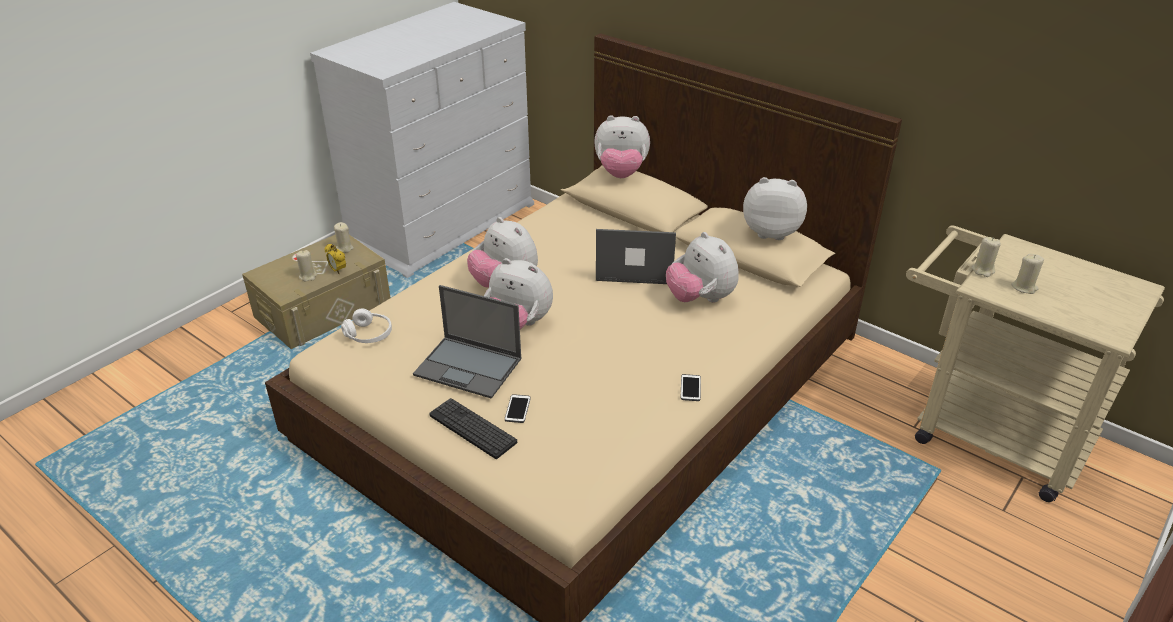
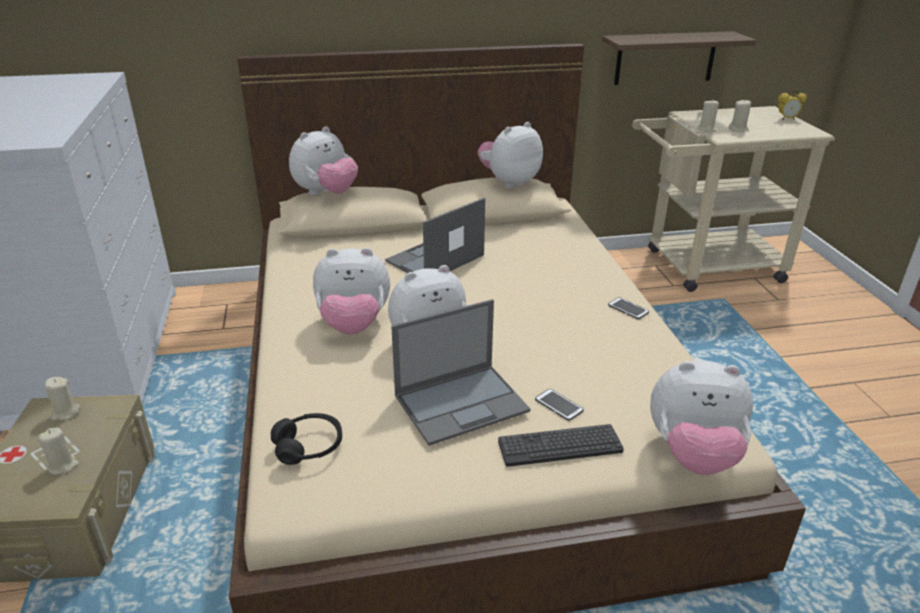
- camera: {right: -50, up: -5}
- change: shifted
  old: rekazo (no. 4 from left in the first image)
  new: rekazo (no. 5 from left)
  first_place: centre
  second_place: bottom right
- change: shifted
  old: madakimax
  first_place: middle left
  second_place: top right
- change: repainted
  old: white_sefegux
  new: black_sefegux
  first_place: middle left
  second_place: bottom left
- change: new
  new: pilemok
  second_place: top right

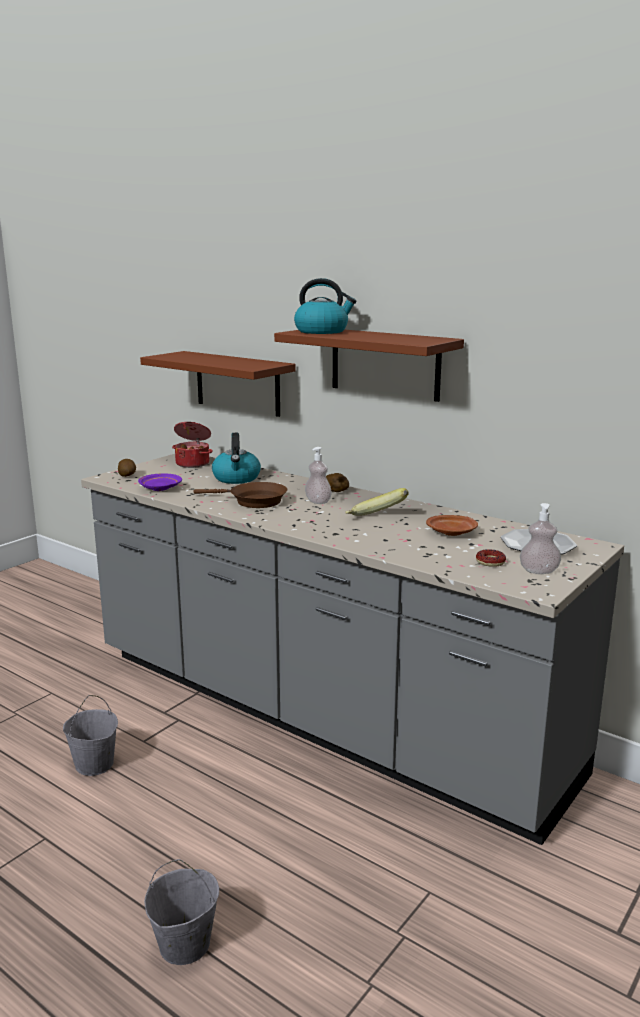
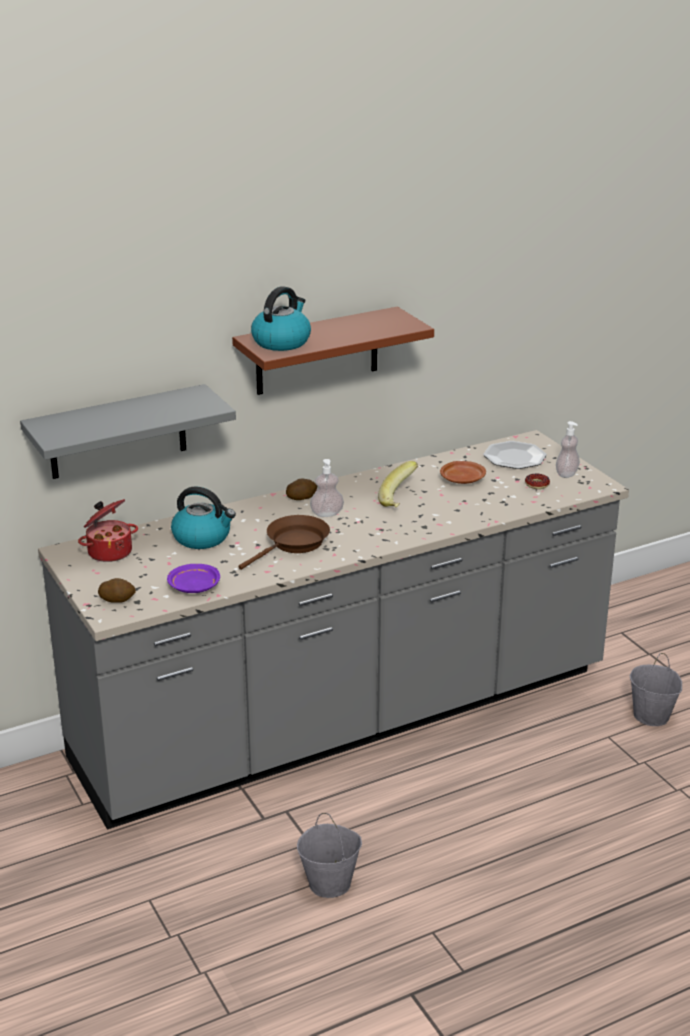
- camera: {right: -65, up: 10}
- change: repainted
  old: brown_pilemok (no. 1 from left)
  new: grey_pilemok
  first_place: centre
  second_place: middle left
- change: shifted
  old: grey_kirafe (no. 2 from left)
  first_place: bottom left
  second_place: middle right

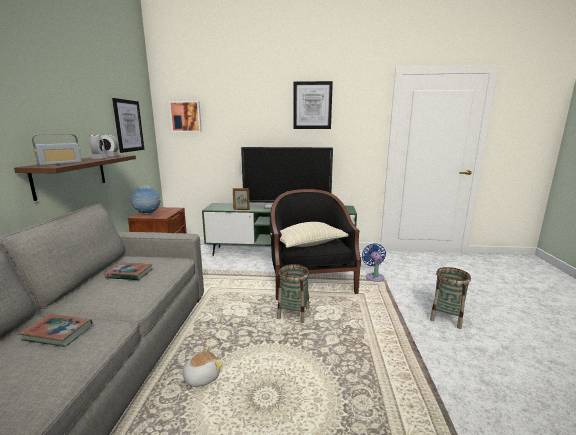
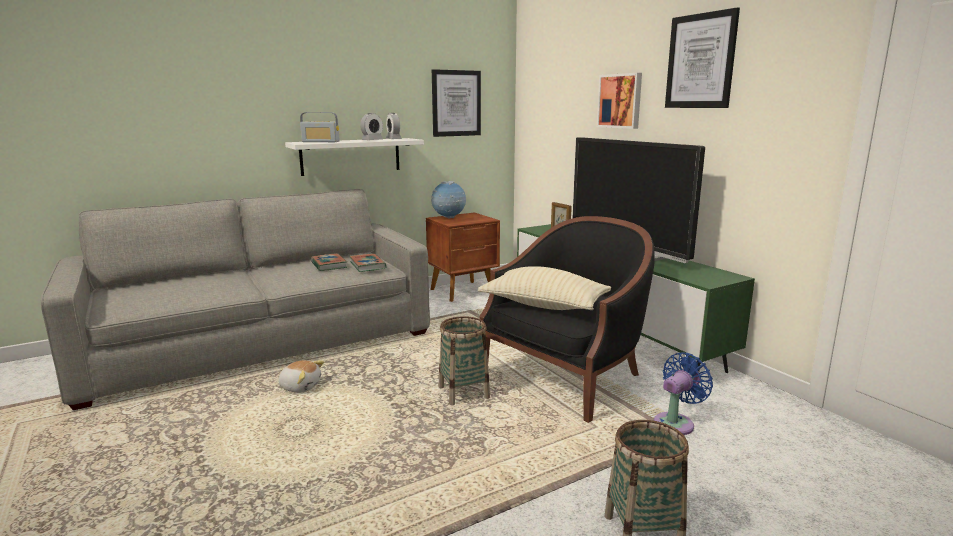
- camera: {right: 55, up: 0}
- change: shifted
  old: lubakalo (no. 2 from left)
  first_place: top left
  second_place: top centre
- change: repainted
  old: brown_pilemok
  new: white_pilemok
  first_place: middle left
  second_place: top centre
- change: shifted
  old: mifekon (no. 1 from left in the first image)
  new: mifekon (no. 2 from left)
  first_place: bottom left
  second_place: centre

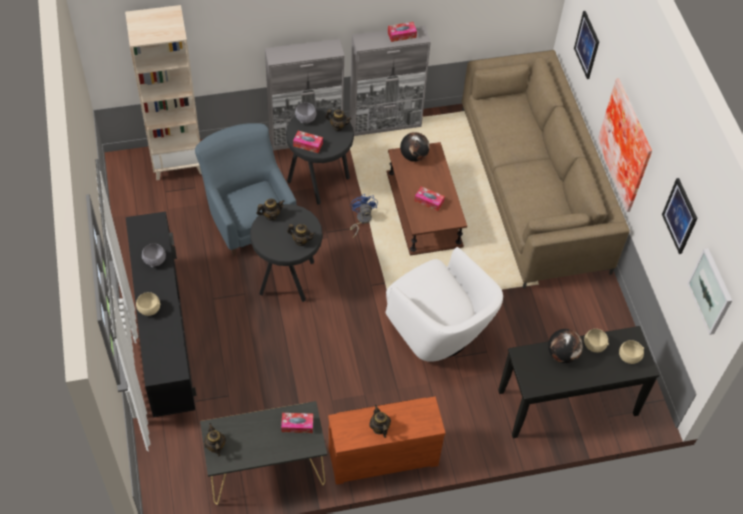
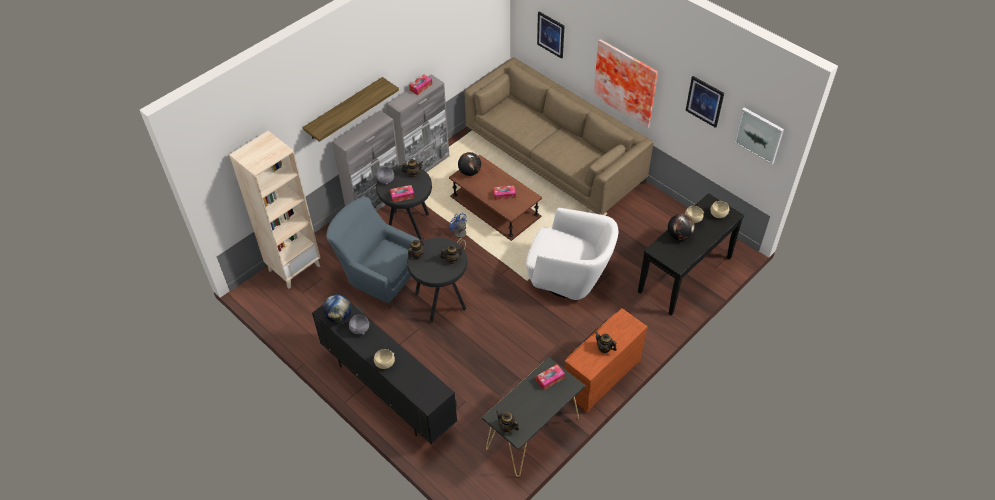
- camera: {right: -30, up: -5}
- change: new
  new: pilemok
  second_place: top centre
- change: new
  new: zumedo (no. 1 from left)
  second_place: centre

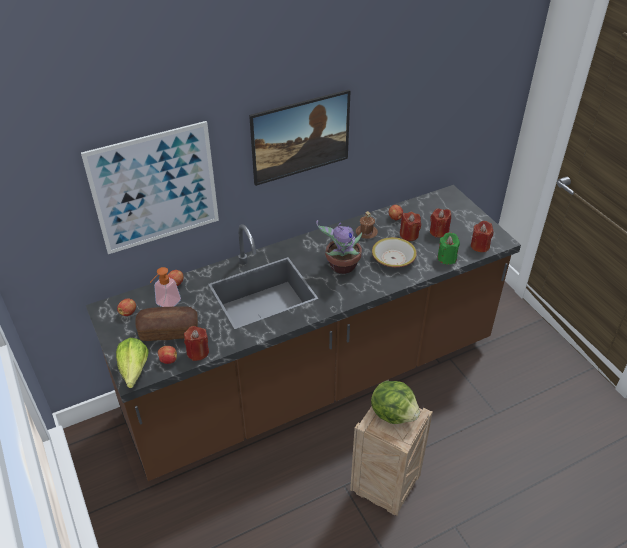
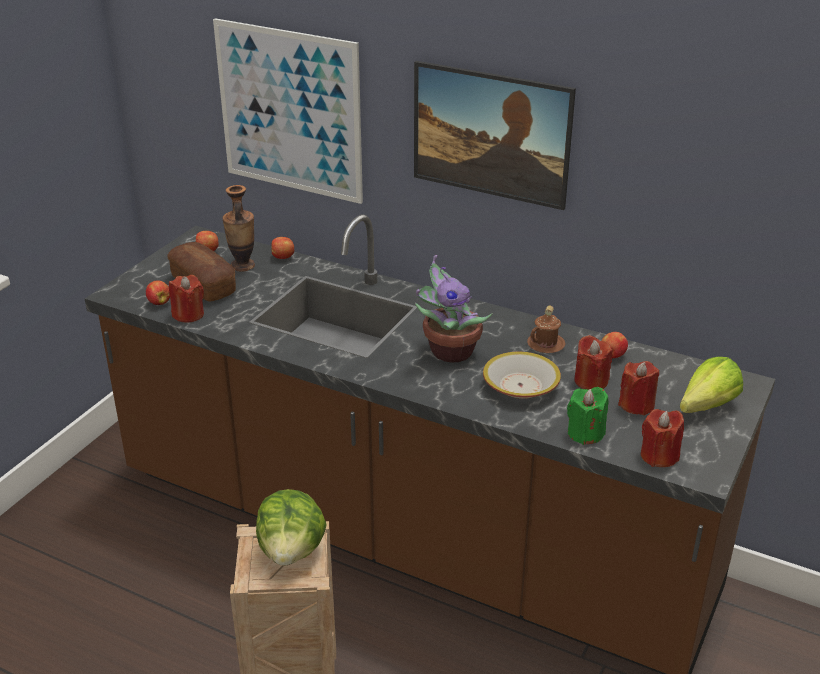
- camera: {right: 55, up: -10}
- change: swapped
  old: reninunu
  new: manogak
  first_place: middle left
  second_place: middle left
- change: shifted
  old: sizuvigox (no. 1 from left in the first image)
  new: sizuvigox (no. 2 from left)
  first_place: middle left
  second_place: middle right

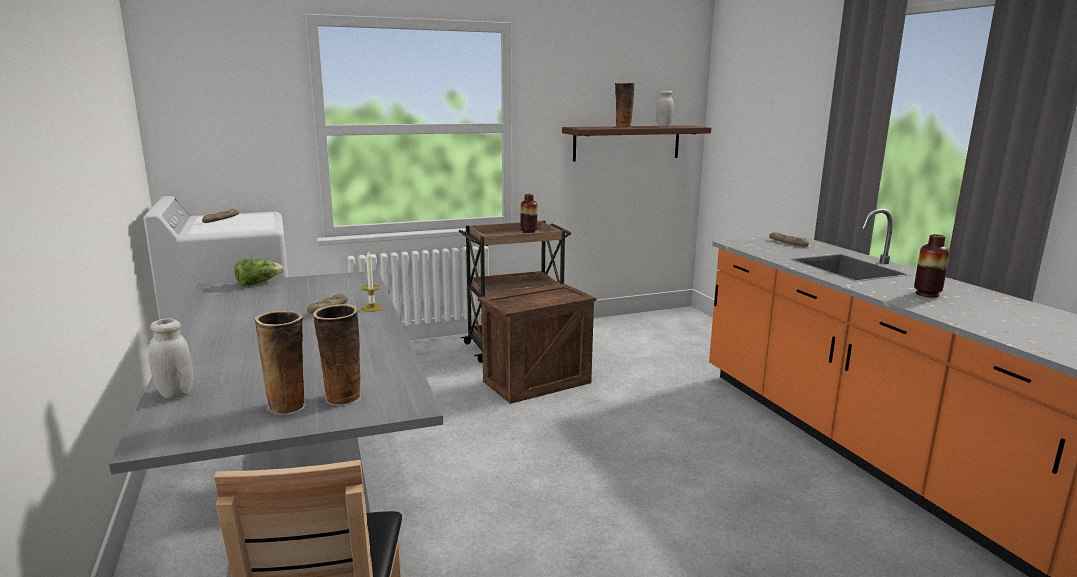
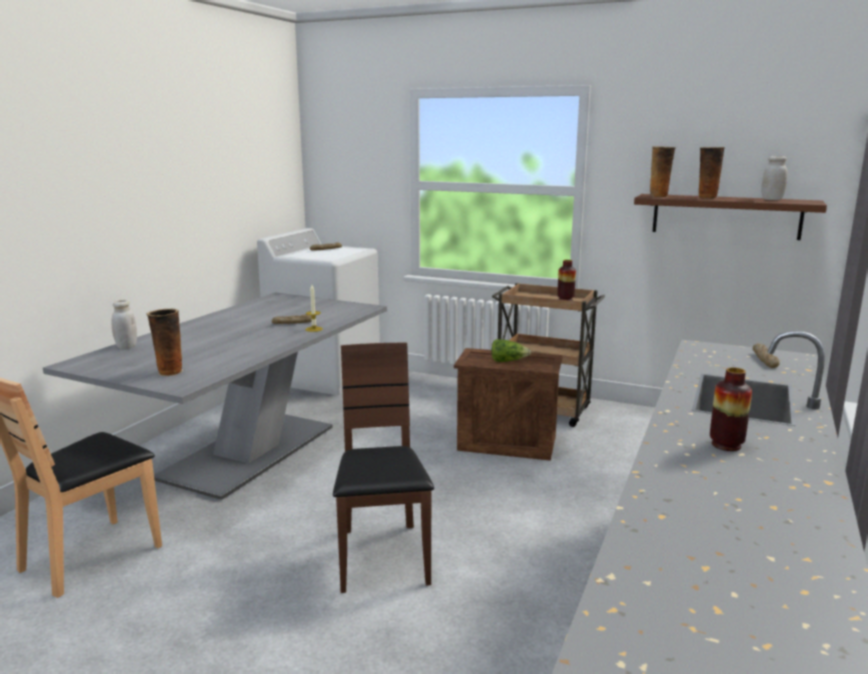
- camera: {right: 45, up: 0}
- change: shifted
  old: sizuvigox
  first_place: middle left
  second_place: centre
- change: shifted
  old: manogak (no. 1 from left in the first image)
  new: manogak (no. 3 from left)
  first_place: middle left
  second_place: top right
- change: new
  new: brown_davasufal (no. 2 from left)
  second_place: bottom centre

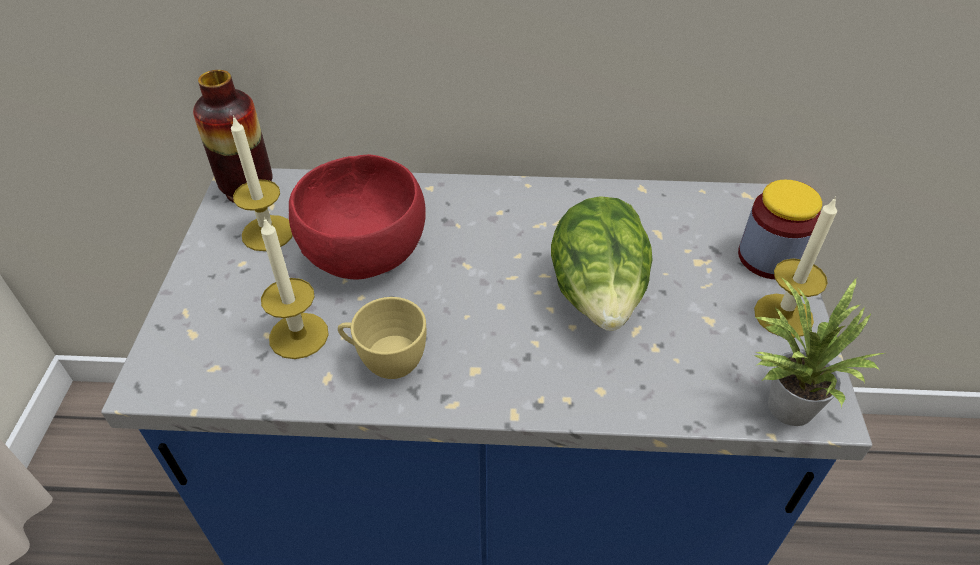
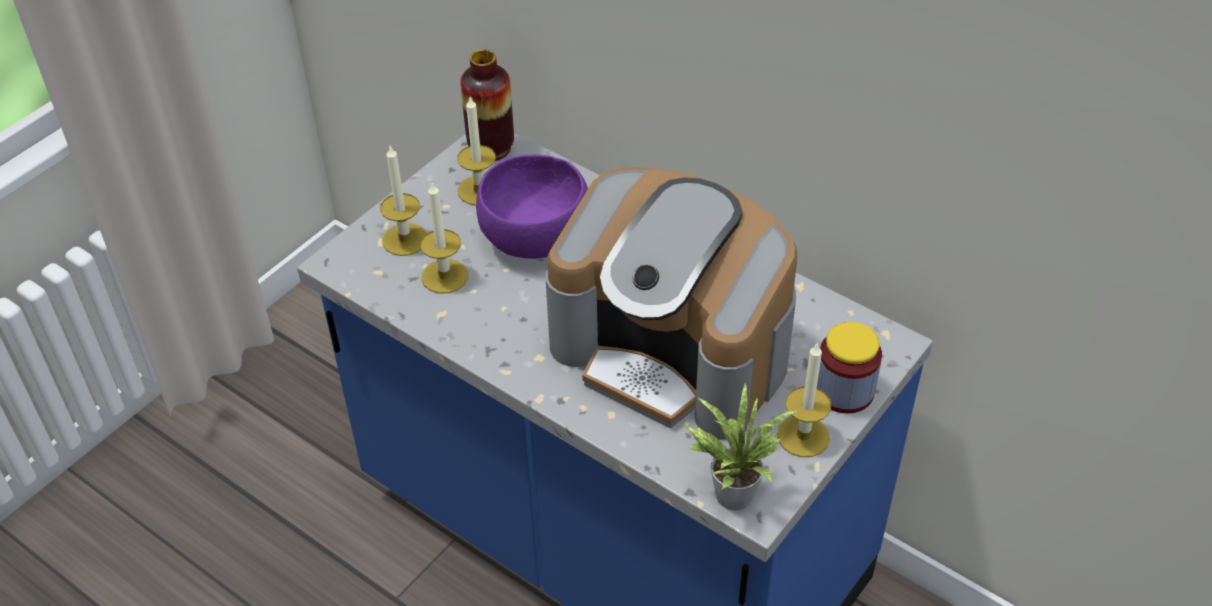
- camera: {right: 35, up: 0}
- change: repainted
  old: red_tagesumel
  new: purple_tagesumel
  first_place: centre
  second_place: centre
- change: swapped
  old: sizuvigox
  new: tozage
  first_place: centre
  second_place: centre
- change: gone
  old: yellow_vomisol
  first_place: centre
- change: new
  new: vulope (no. 1 from left)
  second_place: top left

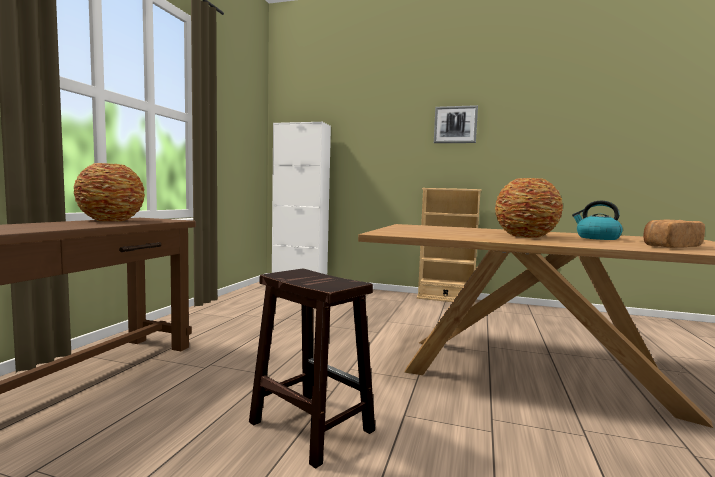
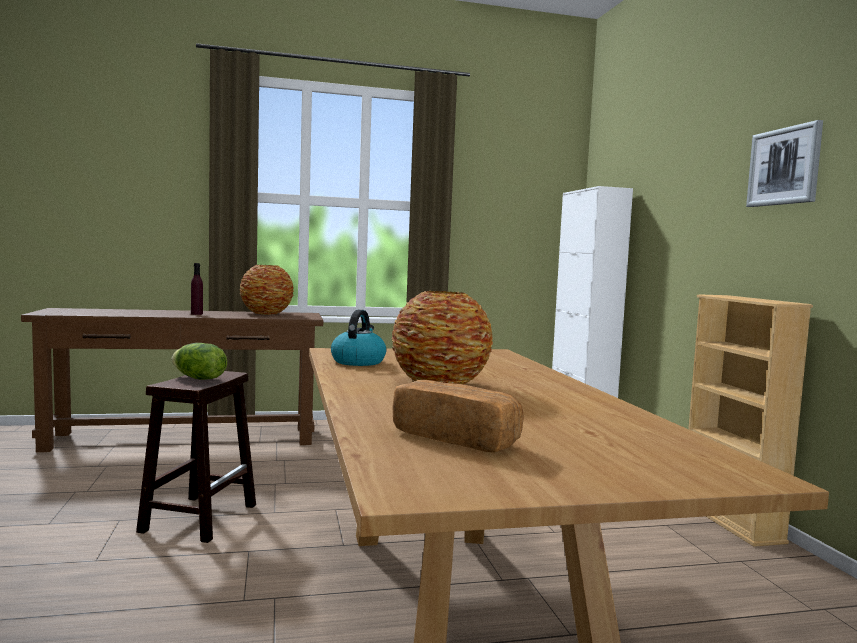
- camera: {right: 60, up: 0}
- change: shifted
  old: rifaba
  first_place: middle right
  second_place: centre
- change: new
  new: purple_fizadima
  second_place: middle left
- change: new
  new: sizuvigox
  second_place: middle left

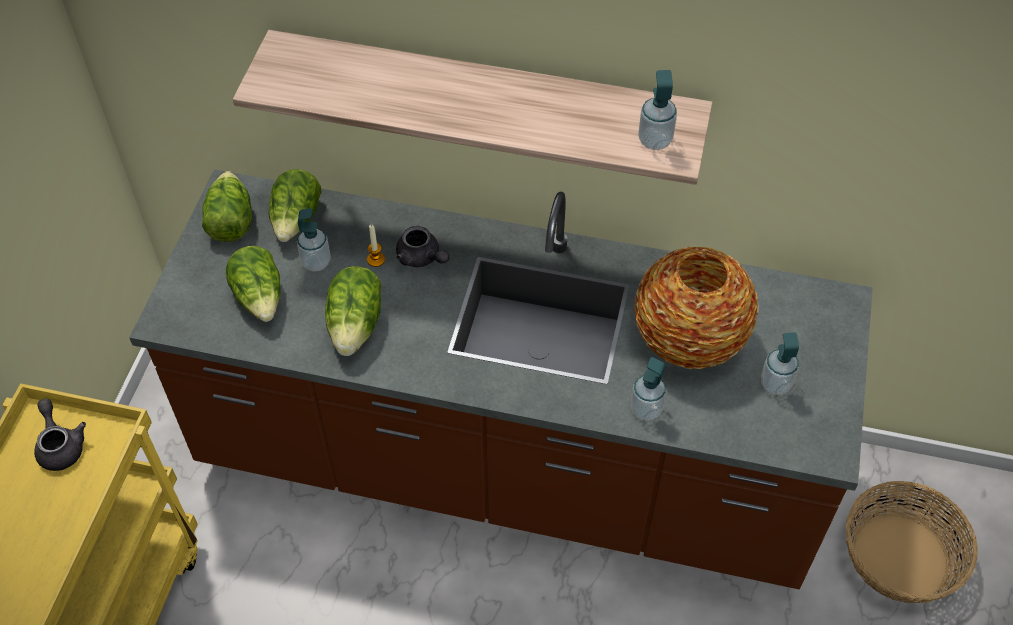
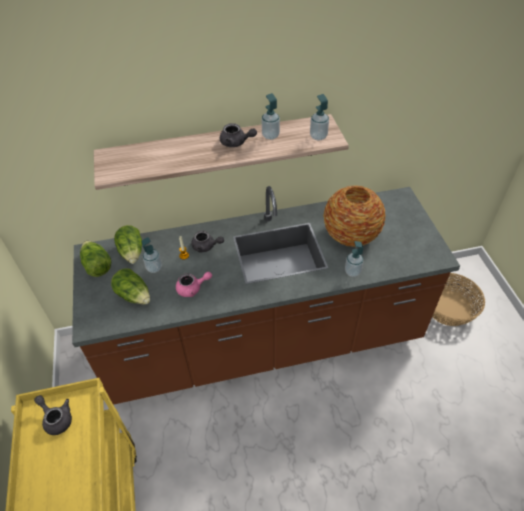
- camera: {right: -25, up: -5}
- change: swapped
  old: sizuvigox (no. 4 from left)
  new: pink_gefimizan
  first_place: centre
  second_place: centre
- change: shifted
  old: reninunu (no. 4 from left in the first image)
  new: reninunu (no. 2 from left)
  first_place: middle right
  second_place: top centre
- change: new
  new: grey_gefimizan (no. 3 from left)
  second_place: top centre

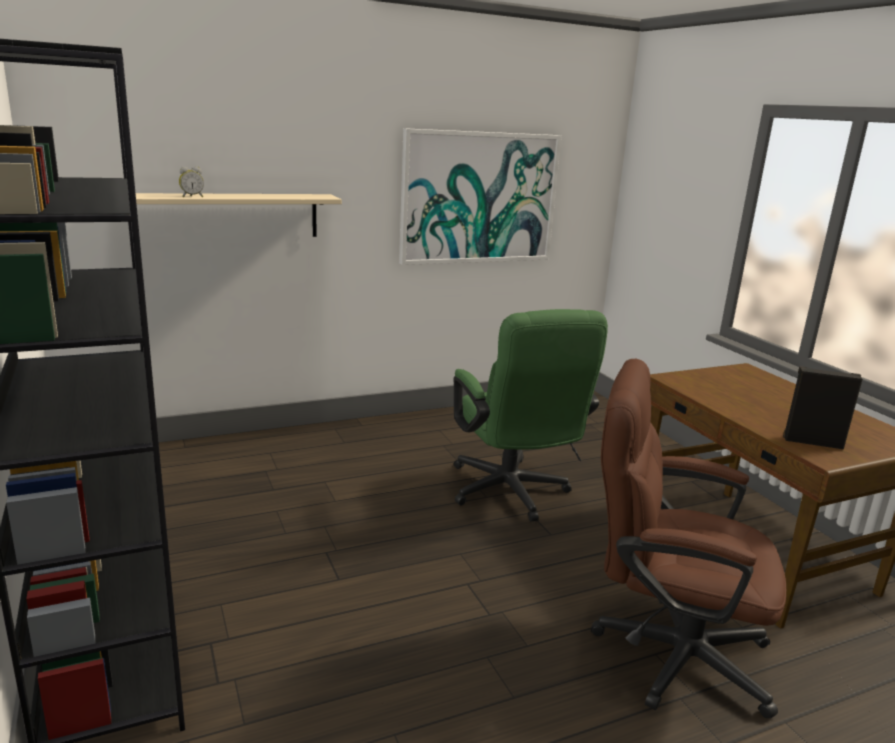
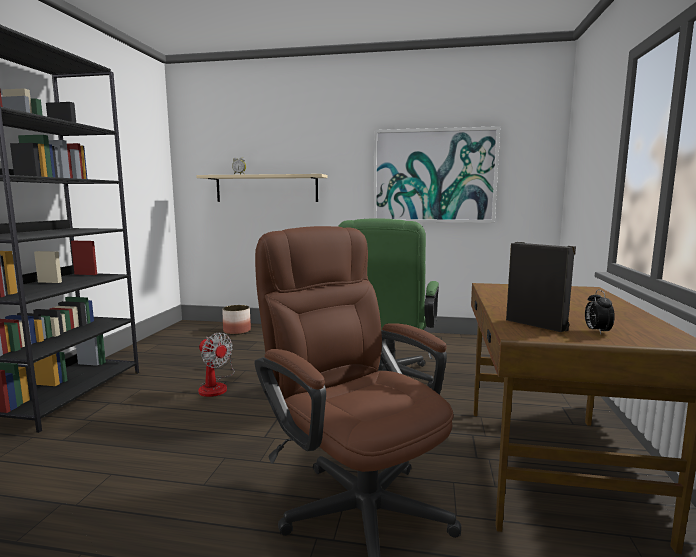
- camera: {right: 35, up: -10}
- change: new
  new: madakimax (no. 2 from left)
  second_place: middle right
- change: new
  new: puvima
  second_place: centre
- change: new
  new: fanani
  second_place: middle left

